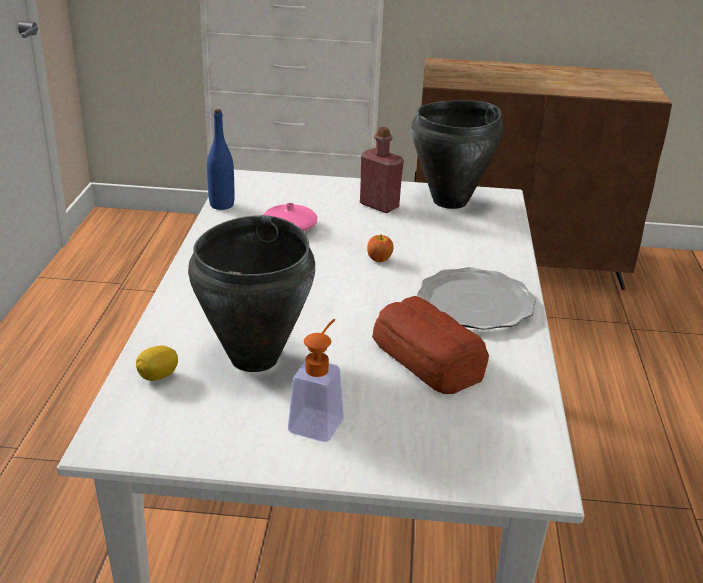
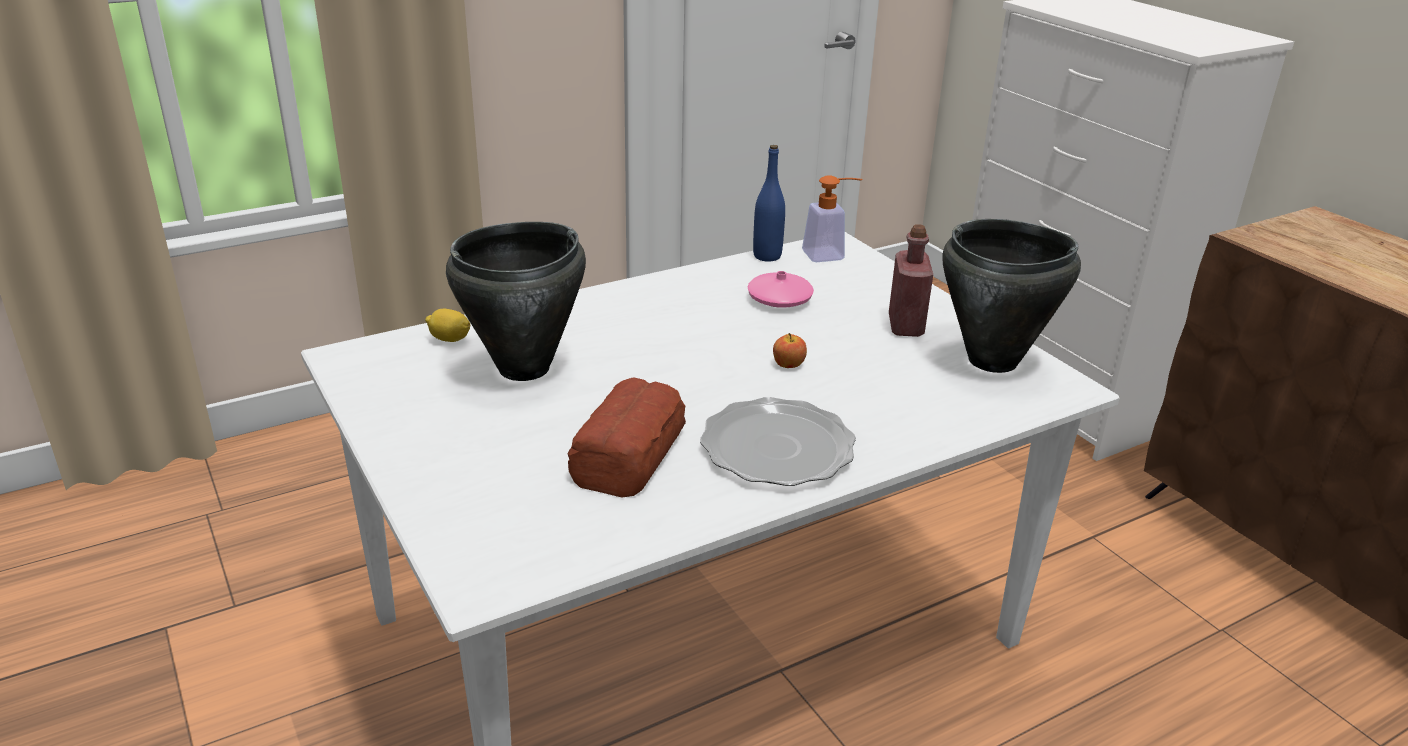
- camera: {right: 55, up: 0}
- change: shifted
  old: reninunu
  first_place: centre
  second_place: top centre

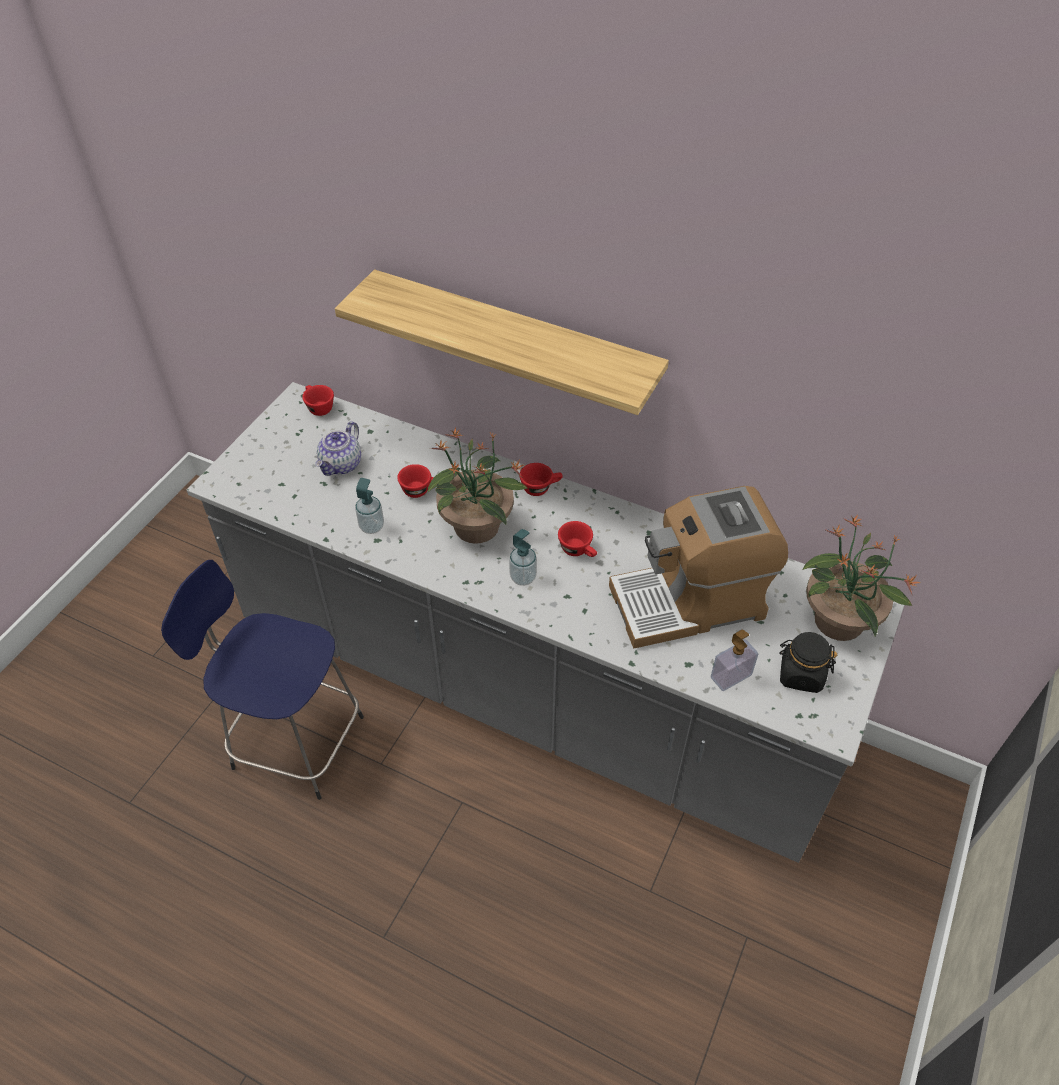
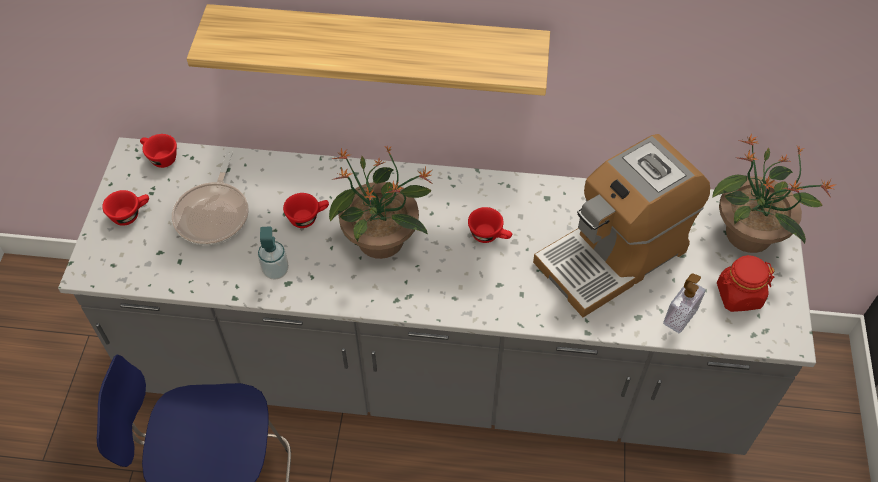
- camera: {right: -20, up: 5}
- change: swapped
  old: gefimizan
  new: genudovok
  first_place: middle left
  second_place: middle left
- change: shifted
  old: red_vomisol (no. 3 from left in the first image)
  new: red_vomisol (no. 1 from left)
  first_place: centre
  second_place: middle left
- change: gone
  old: reninunu (no. 2 from left)
  first_place: centre
- change: repainted
  old: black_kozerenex
  new: red_kozerenex
  first_place: middle right
  second_place: middle right

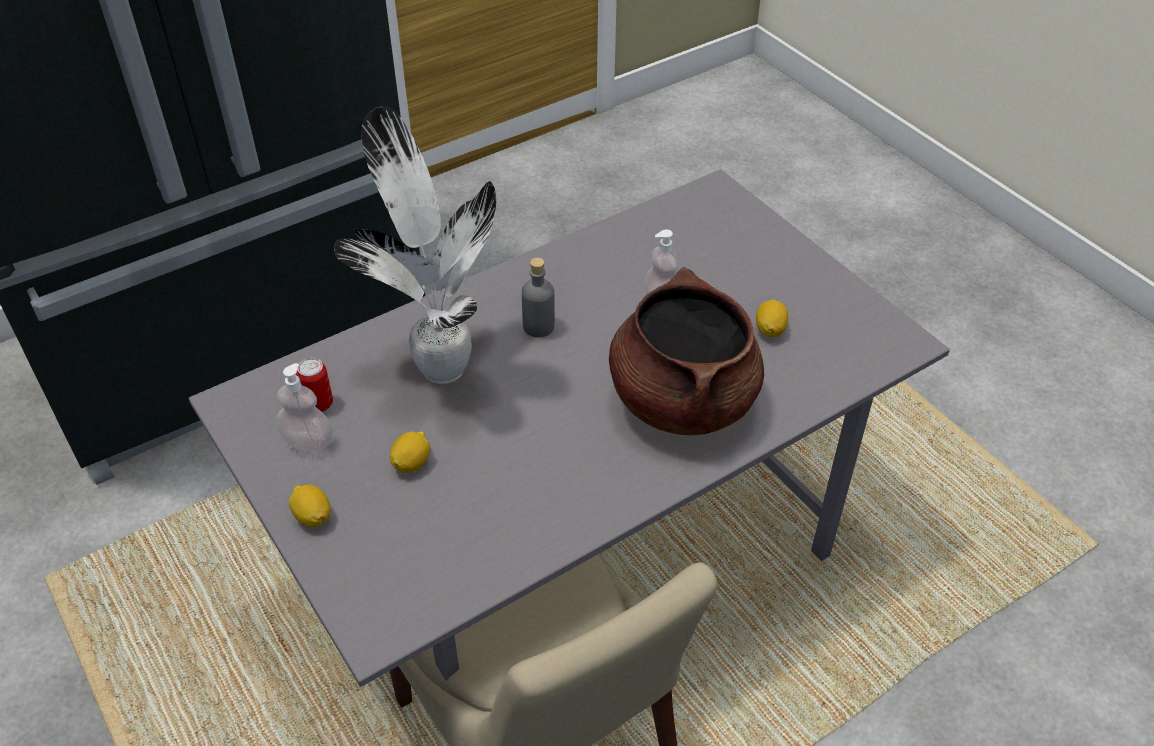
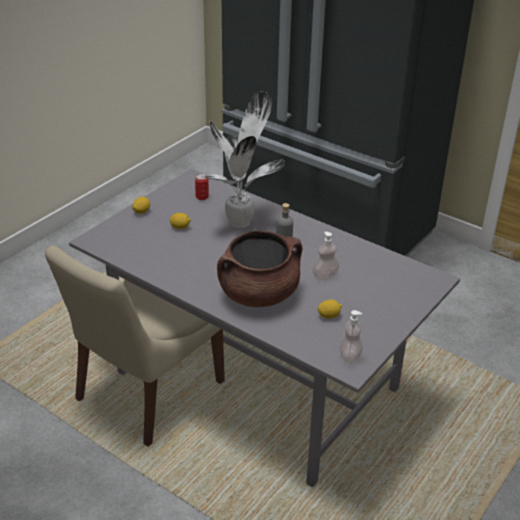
- camera: {right: 70, up: -10}
- change: shifted
  old: reninunu (no. 1 from left in the first image)
  new: reninunu (no. 2 from left)
  first_place: middle left
  second_place: middle right

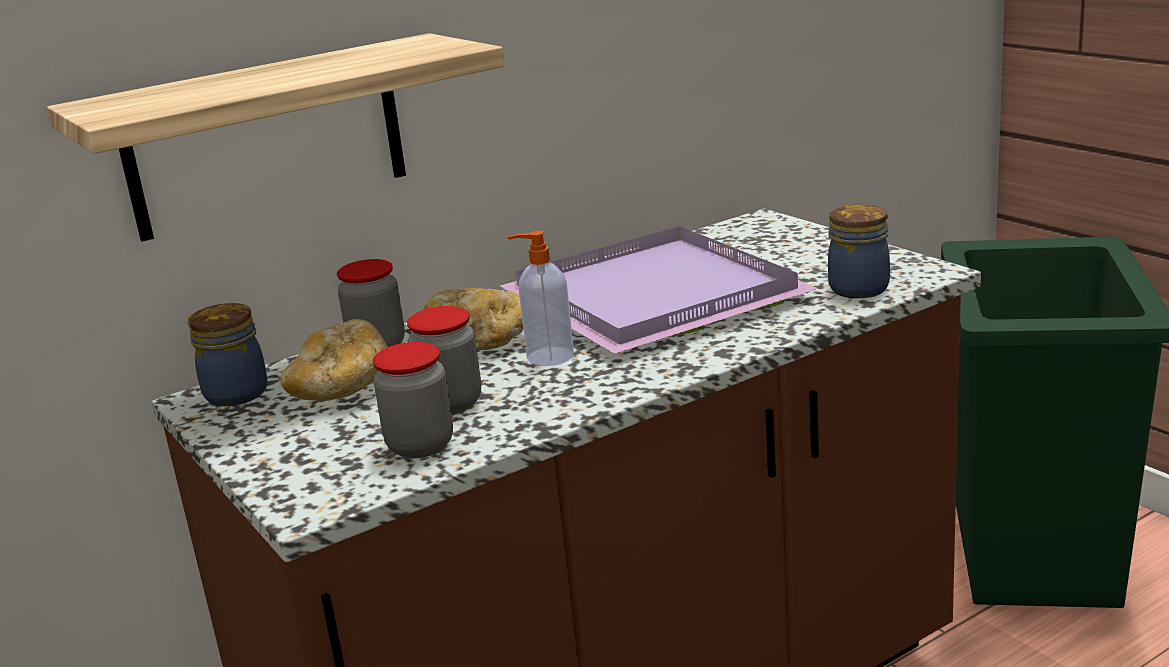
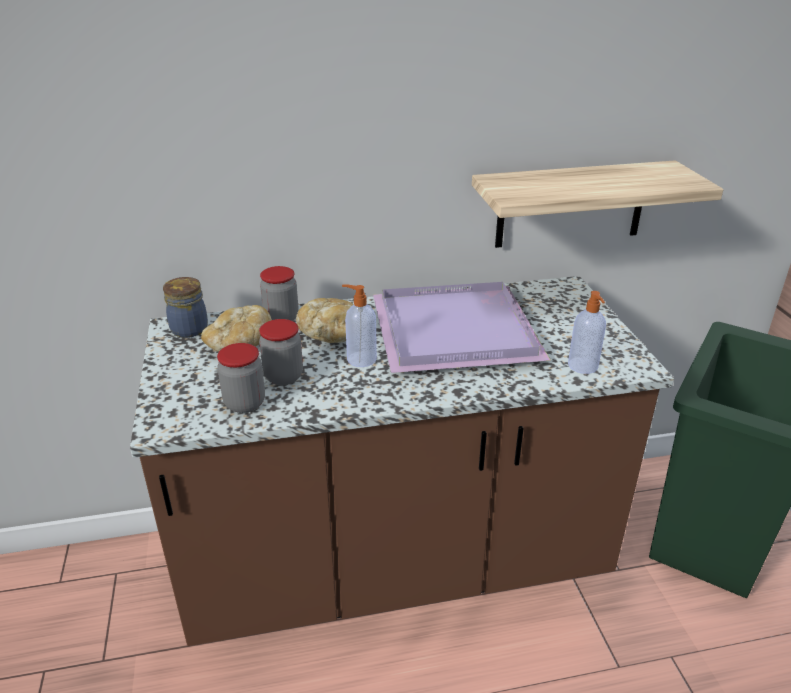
- camera: {right: 20, up: 10}
- change: shifted
  old: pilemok
  first_place: top left
  second_place: top right
- change: swapped
  old: kozerenex (no. 5 from left)
  new: reninunu (no. 2 from left)
  first_place: middle right
  second_place: middle right

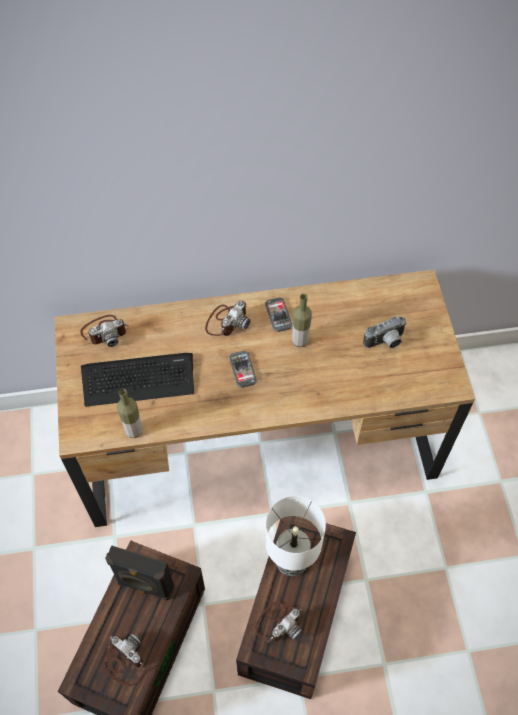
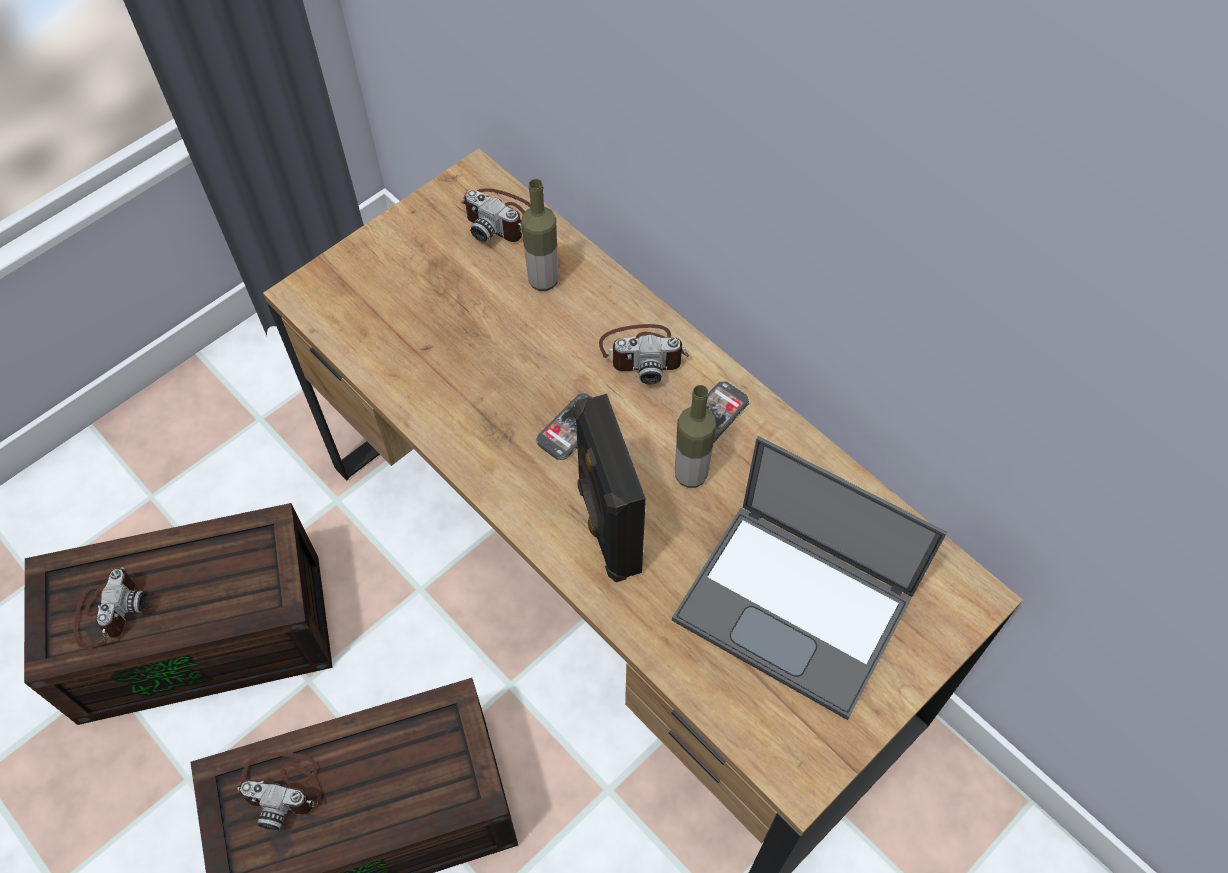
- camera: {right: 55, up: 0}
- change: swapped
  old: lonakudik (no. 5 from left)
  new: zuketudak
  first_place: middle right
  second_place: centre
- change: gone
  old: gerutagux
  first_place: middle left
- change: shifted
  old: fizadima (no. 1 from left)
  first_place: middle left
  second_place: top centre
- change: gone
  old: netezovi
  first_place: bottom centre
- change: shifted
  old: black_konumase
  first_place: bottom left
  second_place: centre

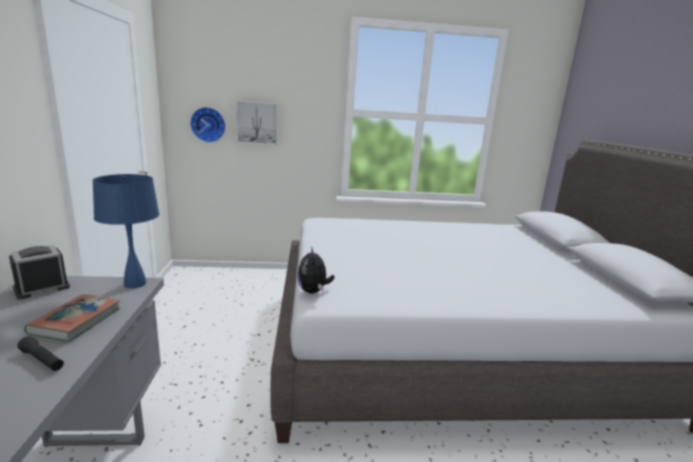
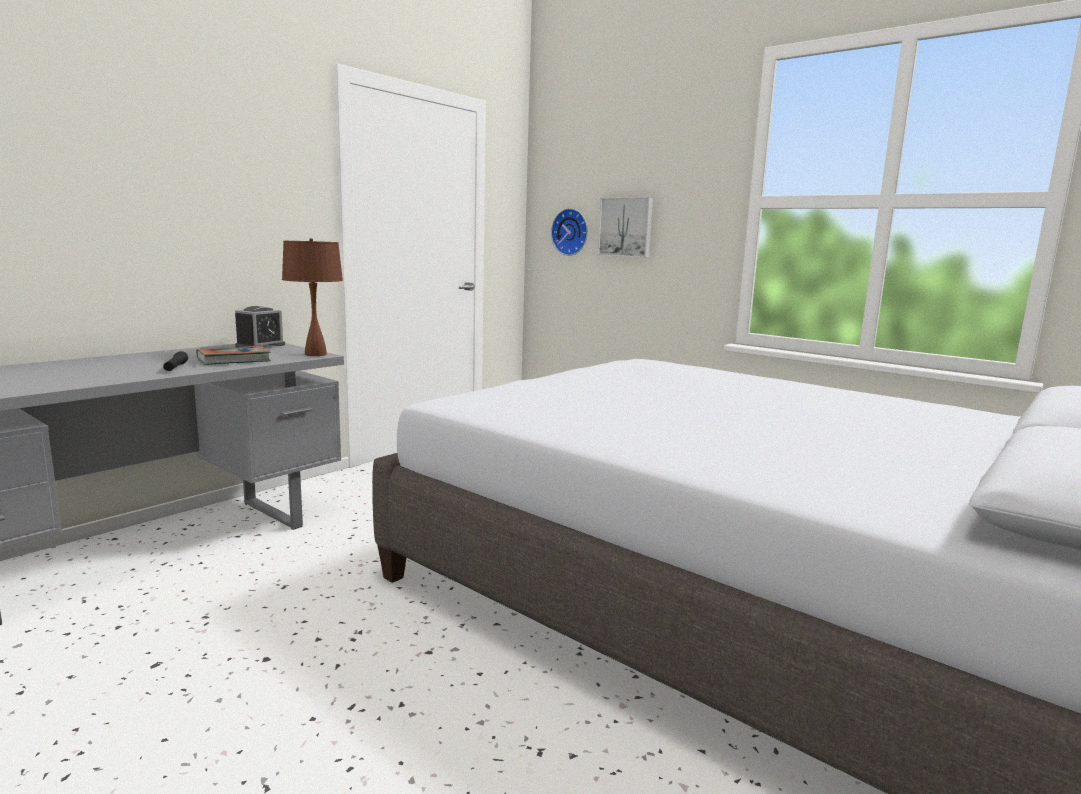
- camera: {right: 45, up: -5}
- change: repainted
  old: blue_netezovi
  new: brown_netezovi
  first_place: middle left
  second_place: middle left
- change: rotated
  old: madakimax
  first_place: middle left
  second_place: middle left
  degrees: 120
- change: gone
  old: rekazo
  first_place: centre

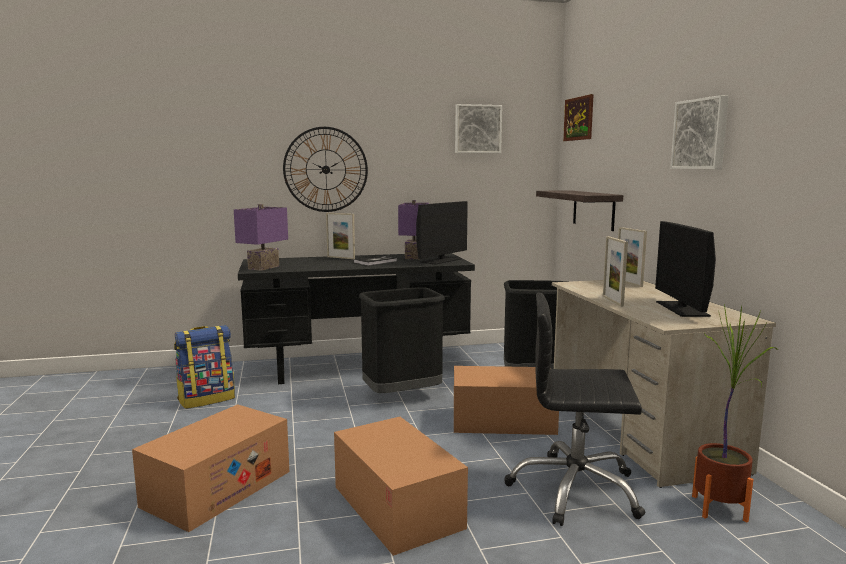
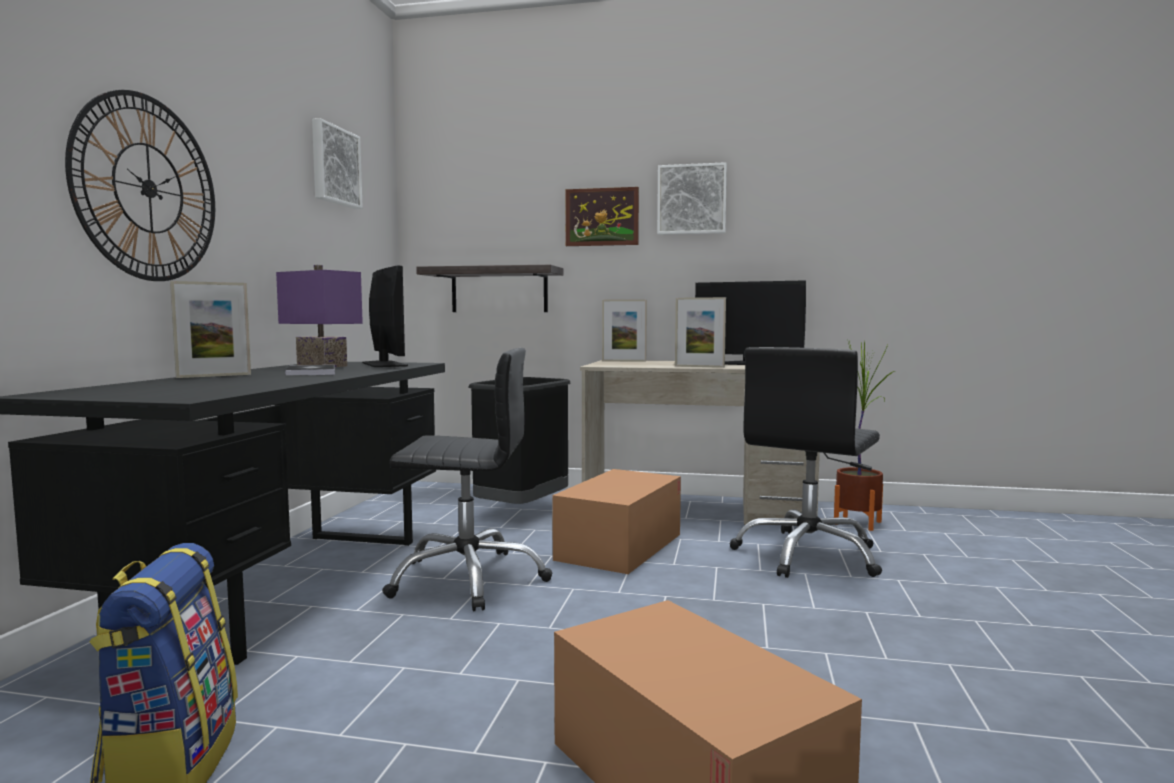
- camera: {right: -65, up: -5}
- change: shifted
  old: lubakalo (no. 2 from left)
  first_place: top right
  second_place: top centre
- change: gone
  old: purple_netezovi (no. 1 from left)
  first_place: middle left
- change: swapped
  old: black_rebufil (no. 1 from left)
  new: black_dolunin (no. 1 from left)
  first_place: centre
  second_place: centre
- change: gone
  old: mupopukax (no. 2 from left)
  first_place: bottom centre

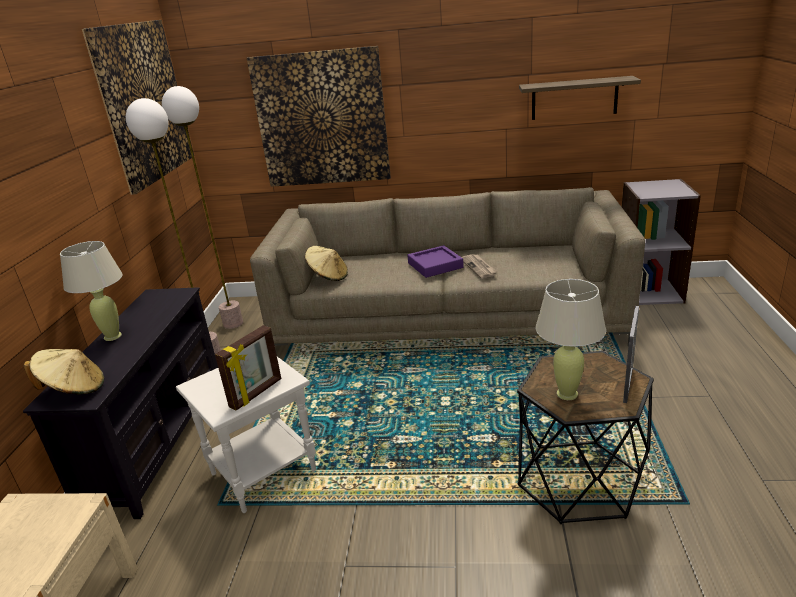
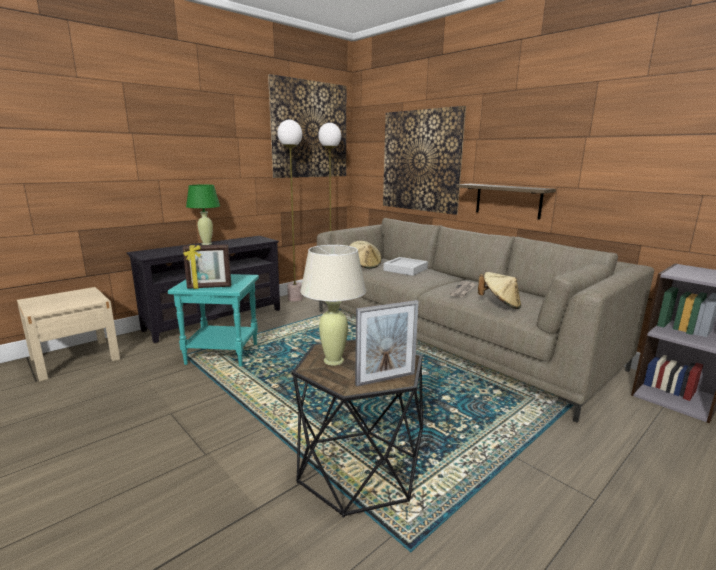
- camera: {right: 40, up: -10}
- change: shifted
  old: pilemok
  first_place: top right
  second_place: middle right
- change: repainted
  old: beige_netezovi (no. 1 from left)
  new: green_netezovi
  first_place: middle left
  second_place: middle left
- change: gone
  old: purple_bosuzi
  first_place: centre
- change: shifted
  old: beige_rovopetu (no. 1 from left in the first image)
  new: beige_rovopetu (no. 2 from left)
  first_place: middle left
  second_place: middle right
- change: repainted
  old: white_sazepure
  new: turquoise_sazepure
  first_place: bottom left
  second_place: middle left
- change: new
  new: grey_bosuzi
  second_place: centre

